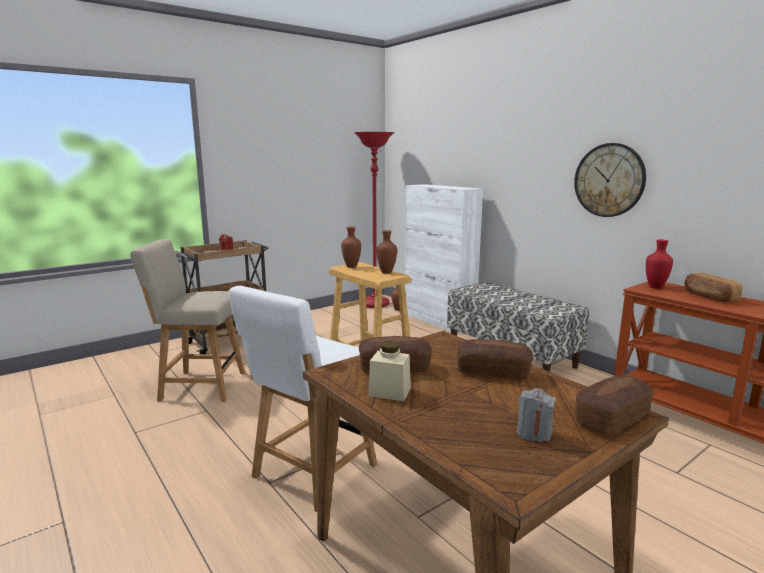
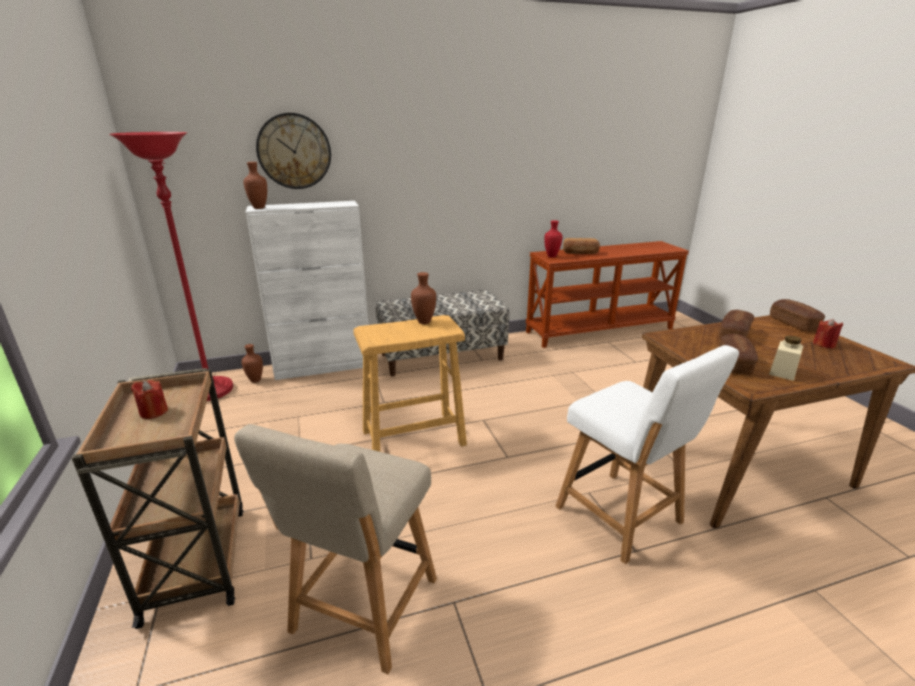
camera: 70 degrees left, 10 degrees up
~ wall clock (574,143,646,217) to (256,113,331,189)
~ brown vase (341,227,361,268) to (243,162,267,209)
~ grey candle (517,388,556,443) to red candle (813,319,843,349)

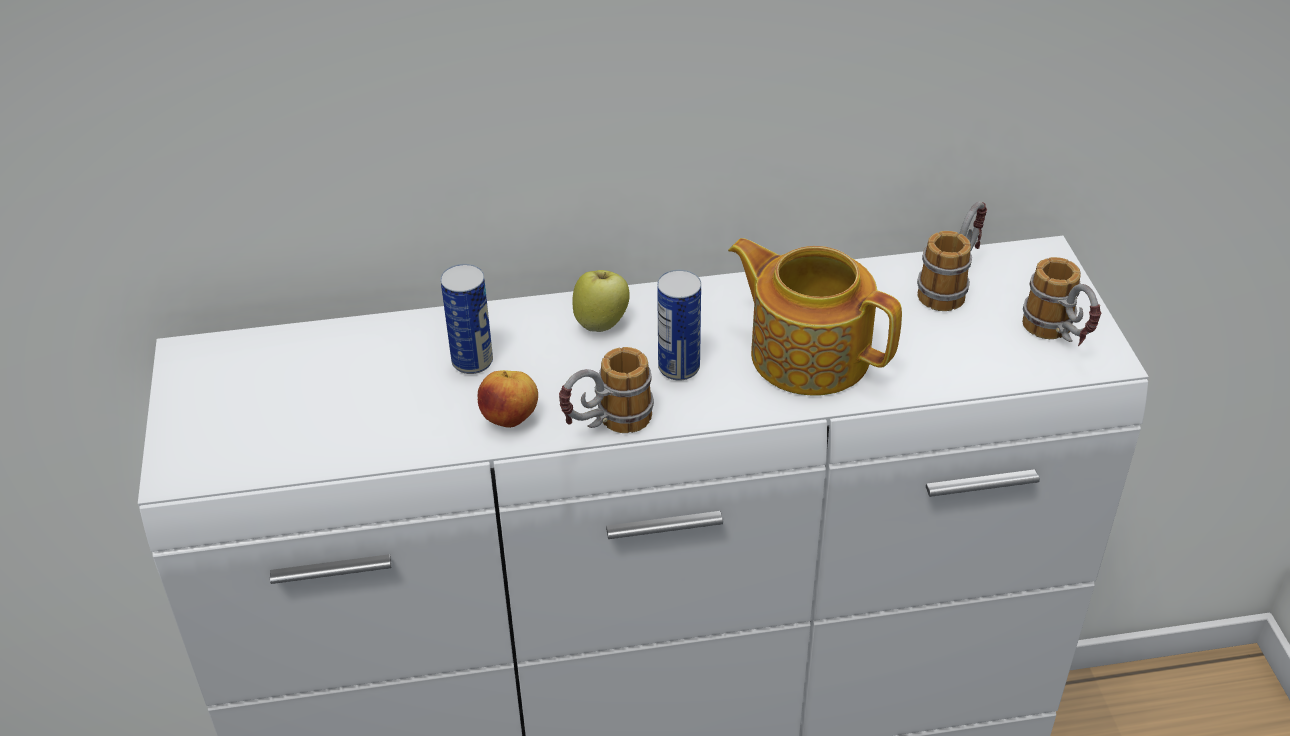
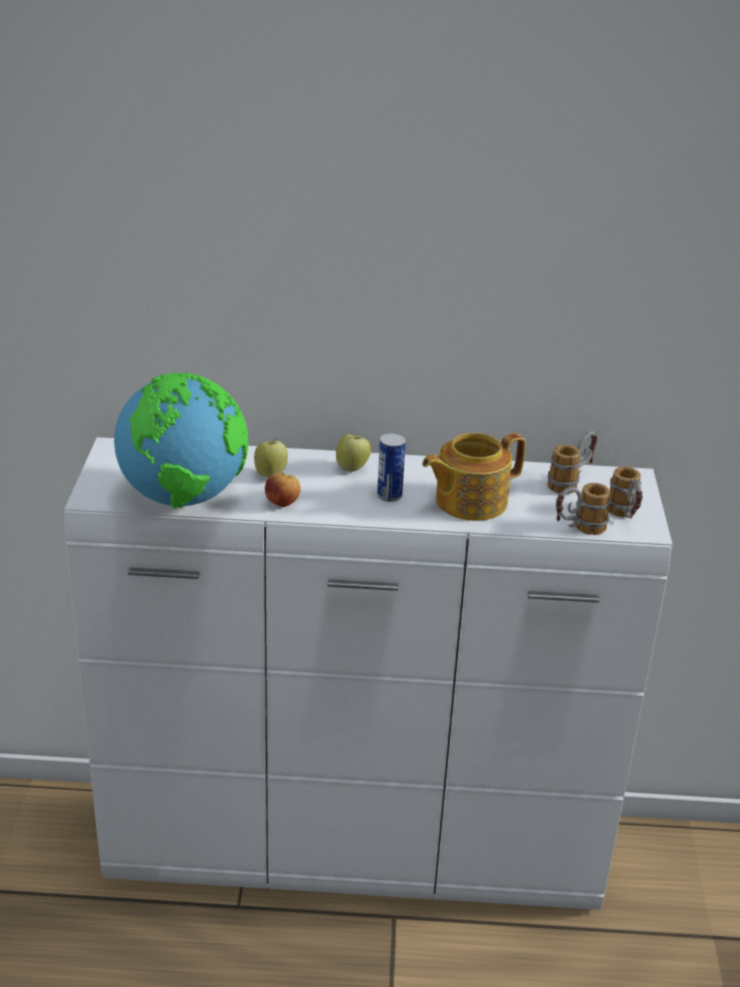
camera: 10 degrees right, 10 degrees down
~ teapot (728,238,902,396) = (422,433,526,521) 75 degrees counterclockwise
~ can (440,264,493,374) to apple (254,438,288,478)
~ mug (559,347,654,433) to (556,483,611,535)
+ globe (114,373,248,509)

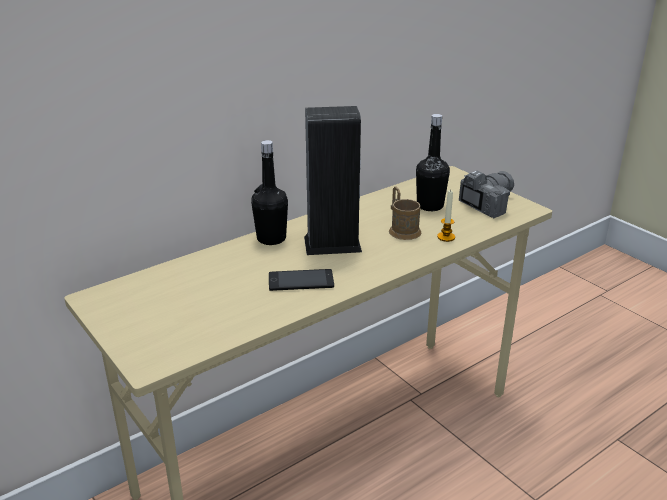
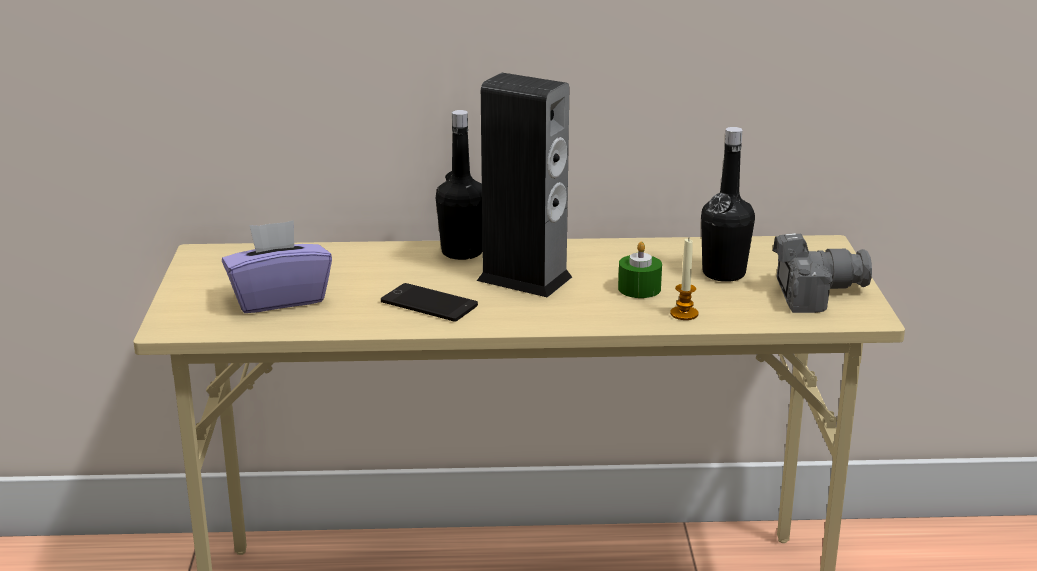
camera: 35 degrees right, 5 degrees down
~ brown mug (389,187,421,240) to green candle (618,241,662,298)
+ purple tissue box (222,220,332,313)

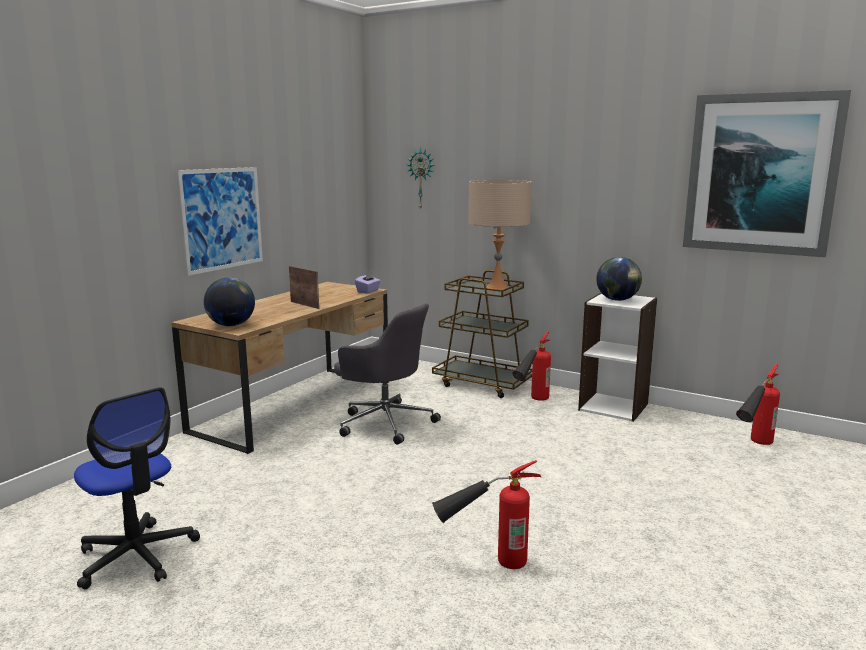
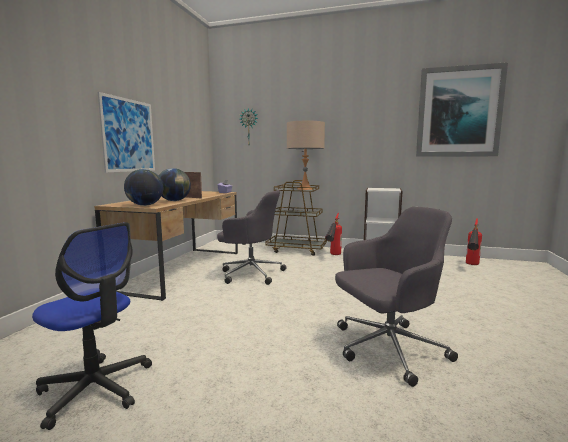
camera: 15 degrees left, 5 degrees down
~ globe (596,257,642,301) to (159,168,191,201)
~ fire extinguisher (432,460,541,569) to grey office chair (335,207,458,387)

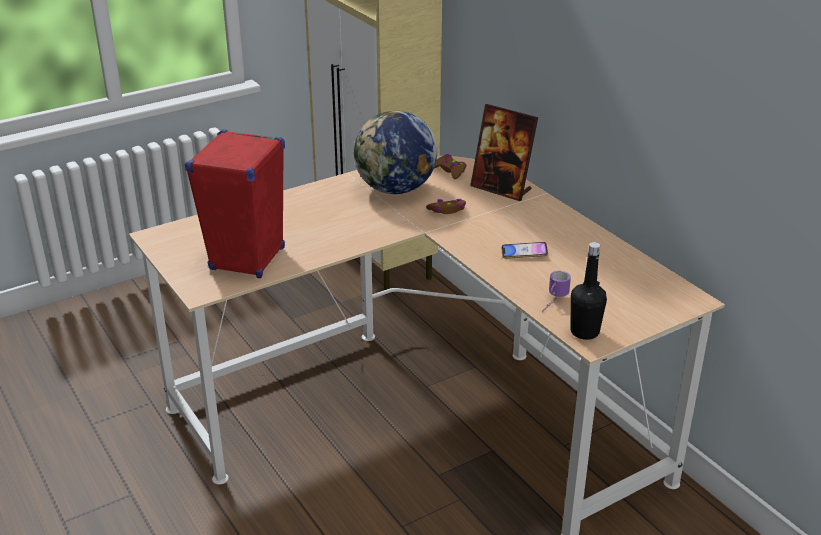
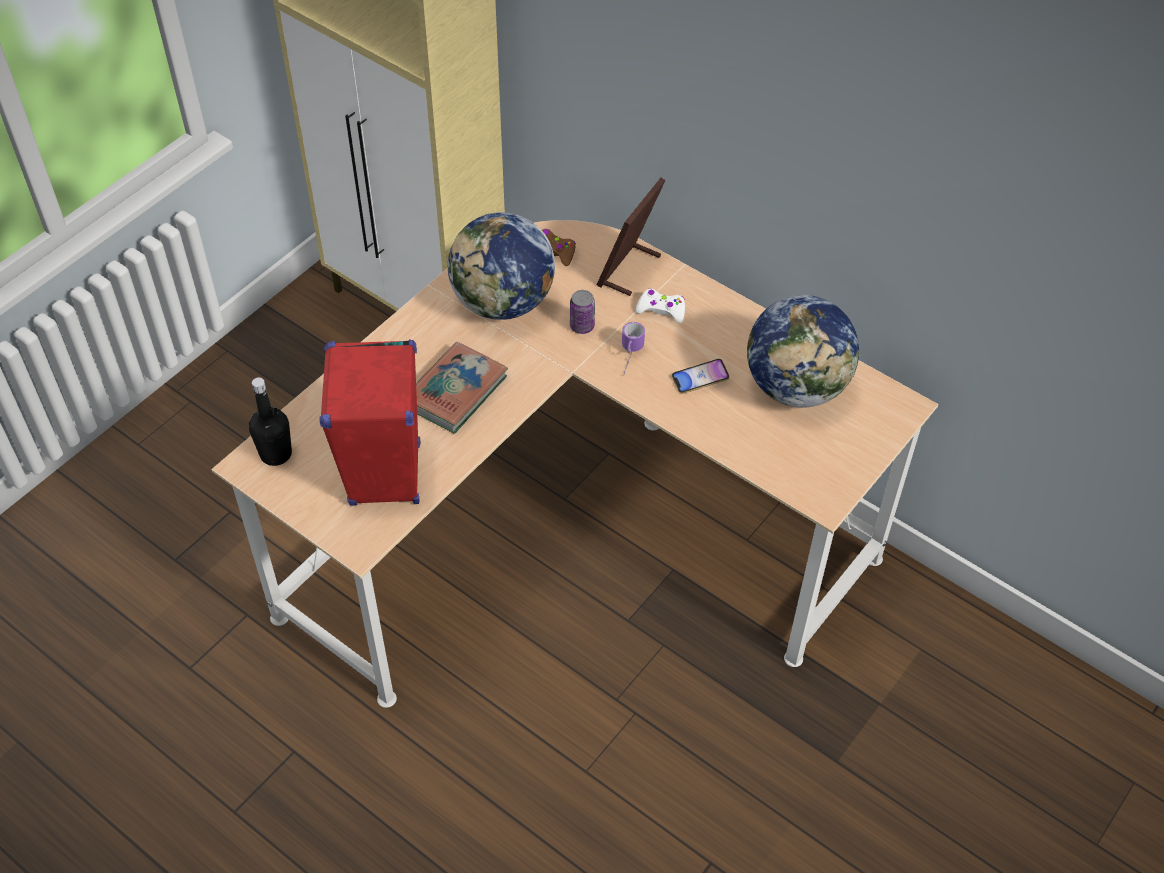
camera: 20 degrees left, 20 degrees up
~ picture frame (470,104,538,201) = (597,178,666,296) 105 degrees clockwise
~ brown game controller (426,199,466,214) to can (570,290,595,334)
~ black bottle (570,242,607,340) to (249,377,292,466)
~ mug (542,271,571,312) to (622,322,645,376)
+ white game controller (636,289,685,323)
+ globe (747,295,859,408)
+ book (416,342,508,434)

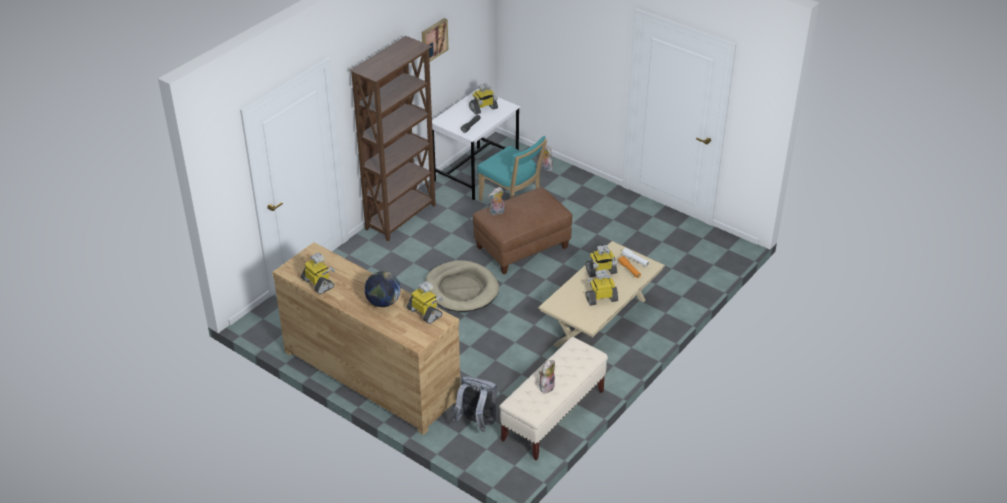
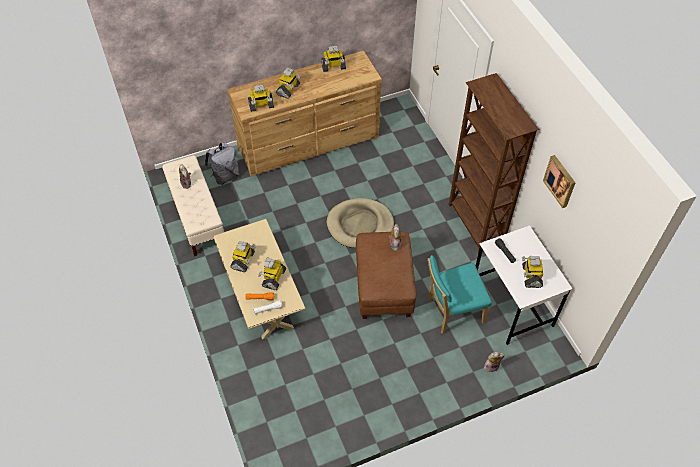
camera: 120 degrees right, 15 degrees up
~ globe (364,271,401,307) to toy robot (276,67,301,99)

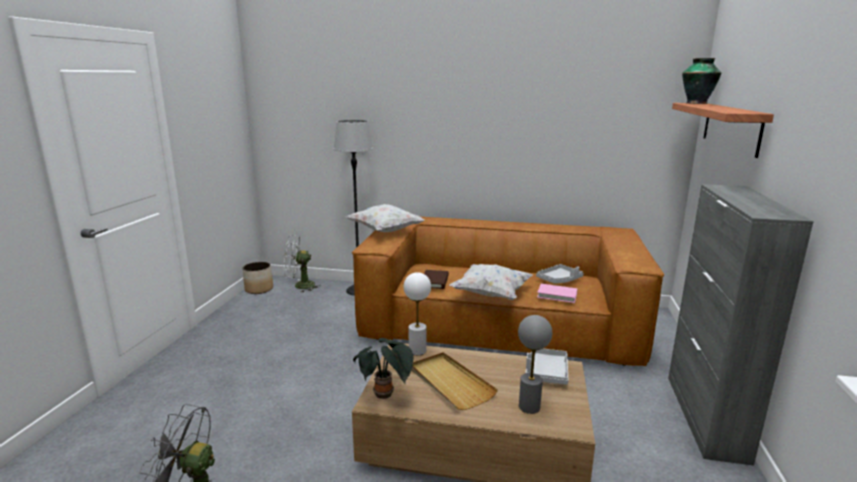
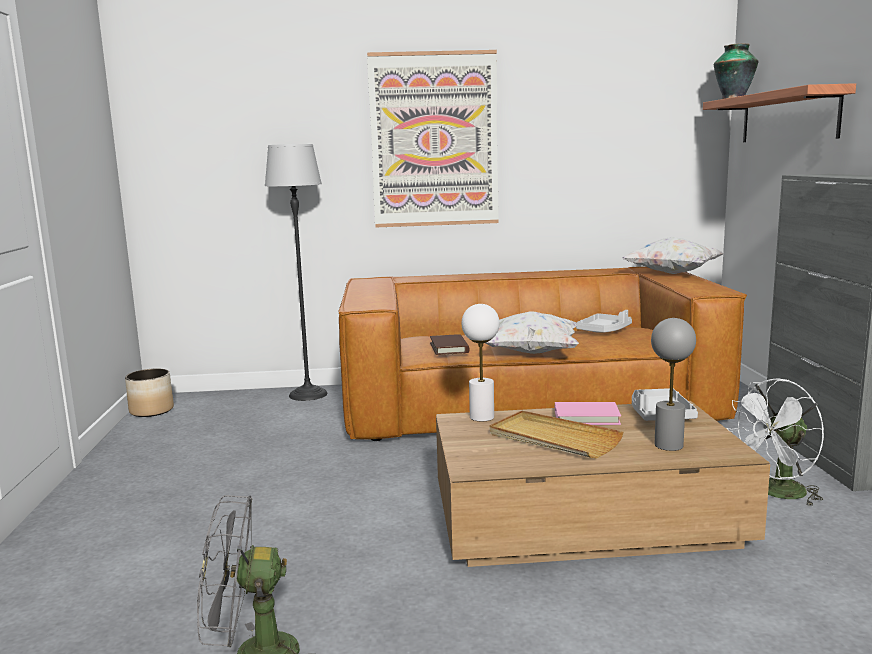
camera: 15 degrees left, 5 degrees down
~ white pillow (346,204,425,232) to (622,237,724,274)
~ white fan (284,235,321,292) to (727,378,824,507)
~ pink book (537,284,577,303) to (555,402,621,425)
- potted plant (353,338,413,399)
+ picture (367,50,499,227)

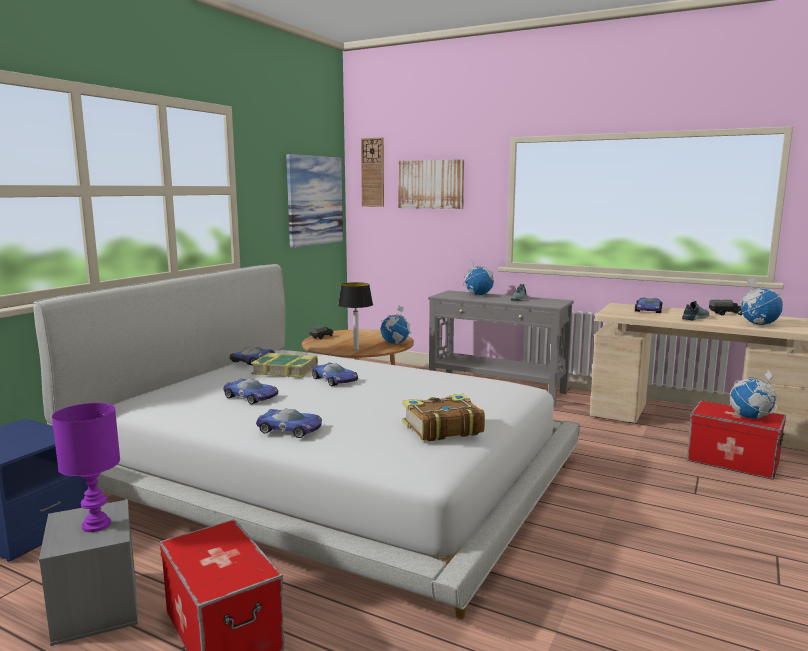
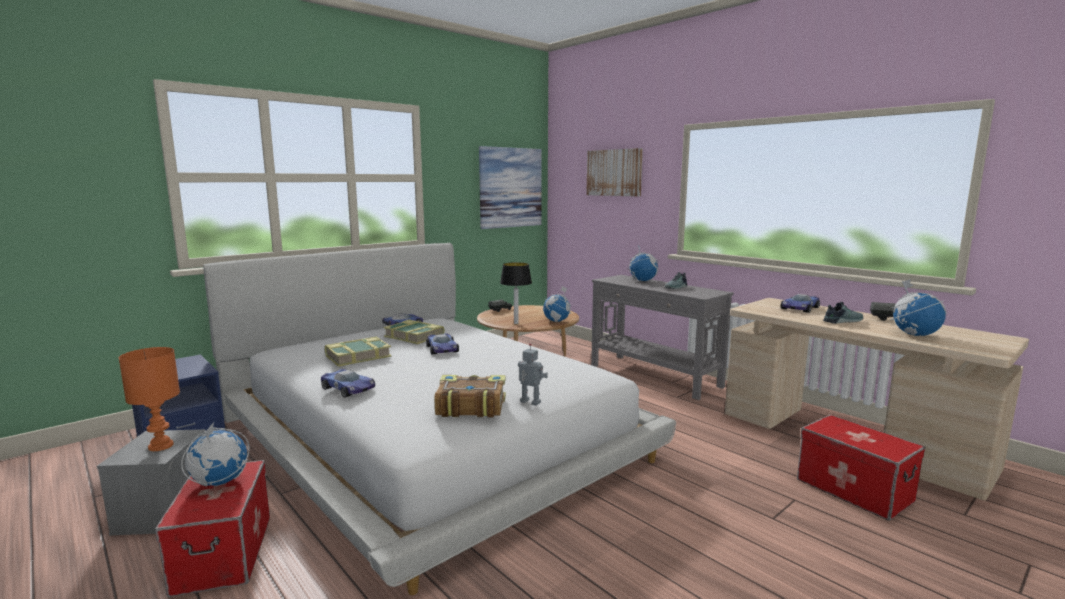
camera: 20 degrees right, 0 degrees up
- wall clock (361,137,384,207)
~ globe (730,370,777,419) to (181,422,250,486)
~ toy car (223,379,278,404) to book (325,337,392,367)
~ purple table lamp (52,403,120,532) to orange table lamp (119,347,180,451)
+ toy robot (518,343,548,406)

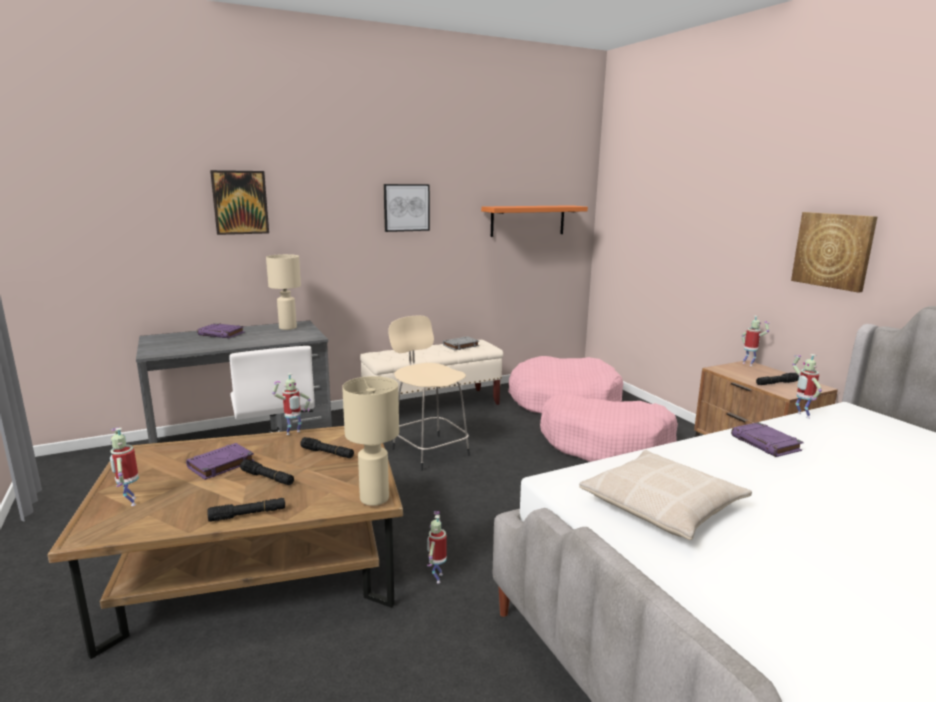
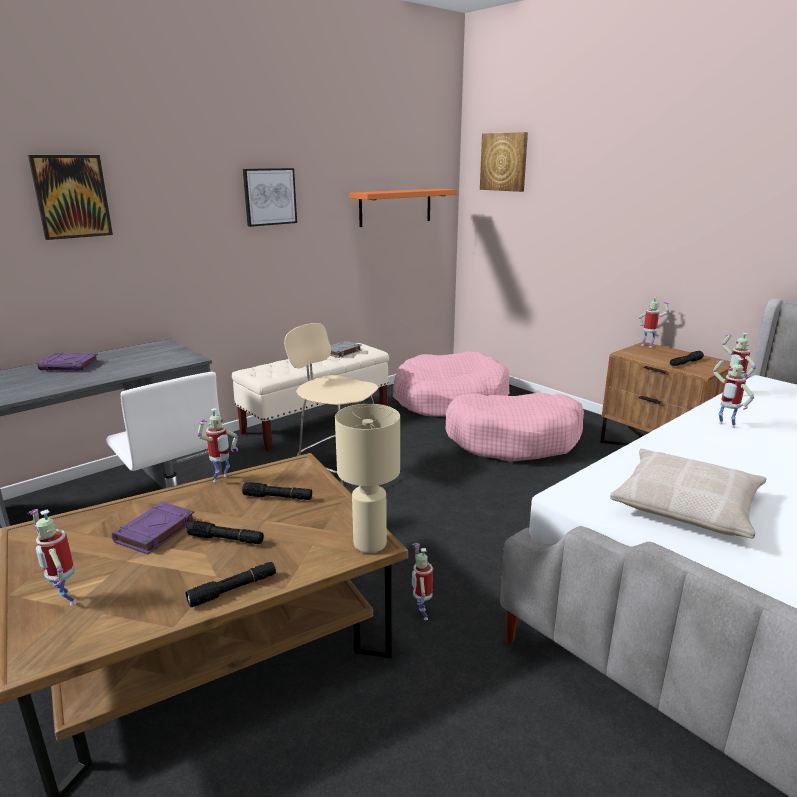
camera: 15 degrees left, 5 degrees up
~ picture (791,212,877,293) to (480,132,528,192)
- beige table lamp (266,254,301,330)
~ purple book (731,422,804,457) to toy robot (713,358,754,428)

